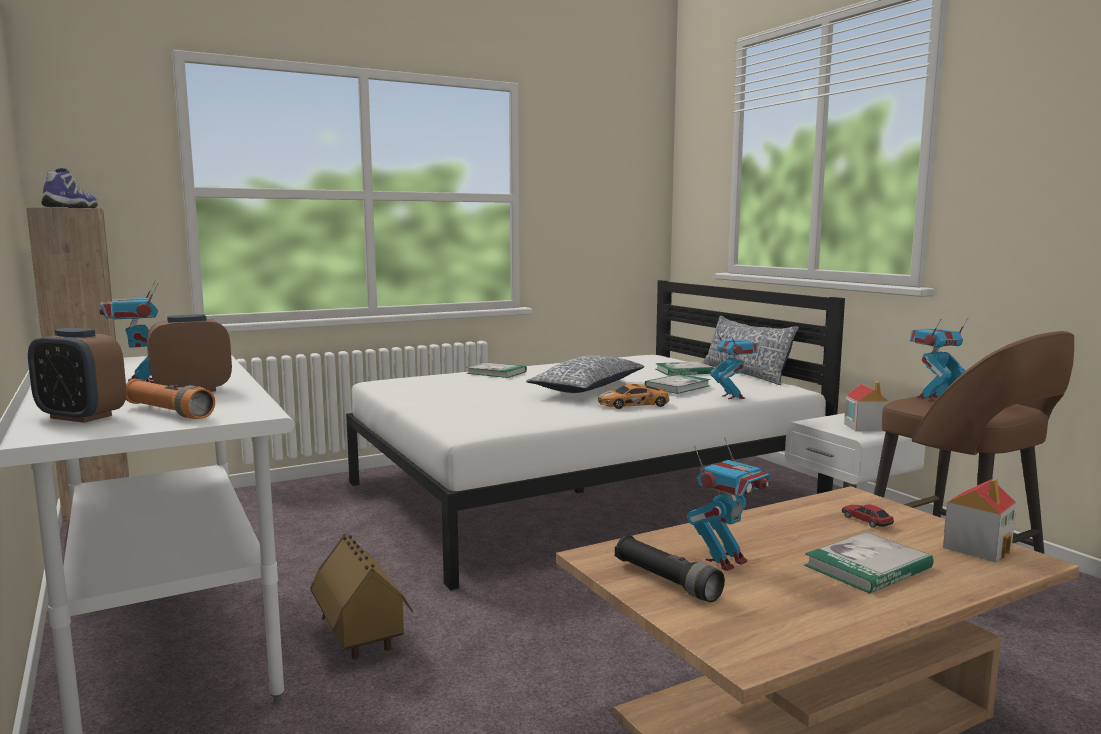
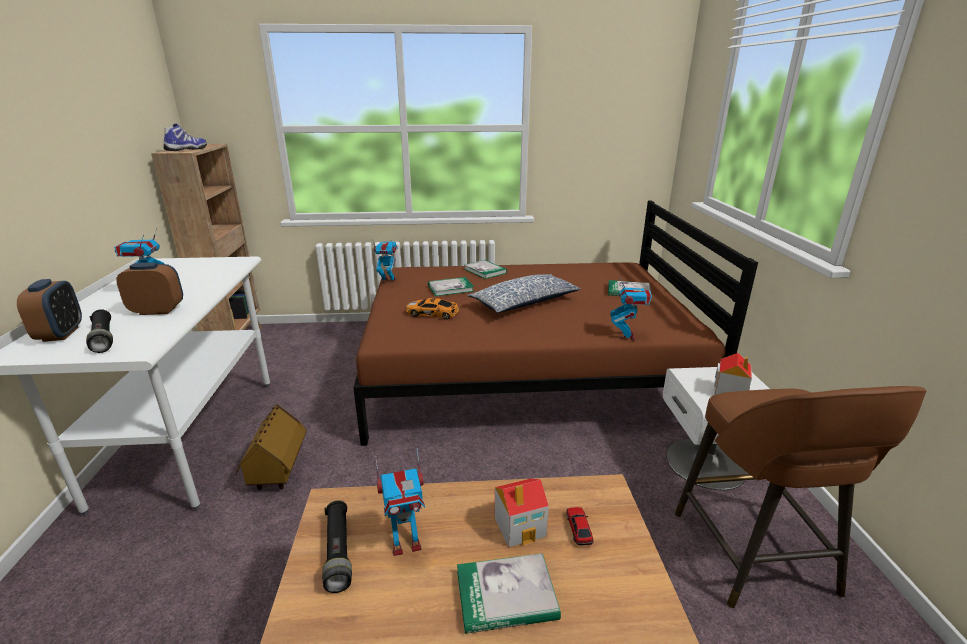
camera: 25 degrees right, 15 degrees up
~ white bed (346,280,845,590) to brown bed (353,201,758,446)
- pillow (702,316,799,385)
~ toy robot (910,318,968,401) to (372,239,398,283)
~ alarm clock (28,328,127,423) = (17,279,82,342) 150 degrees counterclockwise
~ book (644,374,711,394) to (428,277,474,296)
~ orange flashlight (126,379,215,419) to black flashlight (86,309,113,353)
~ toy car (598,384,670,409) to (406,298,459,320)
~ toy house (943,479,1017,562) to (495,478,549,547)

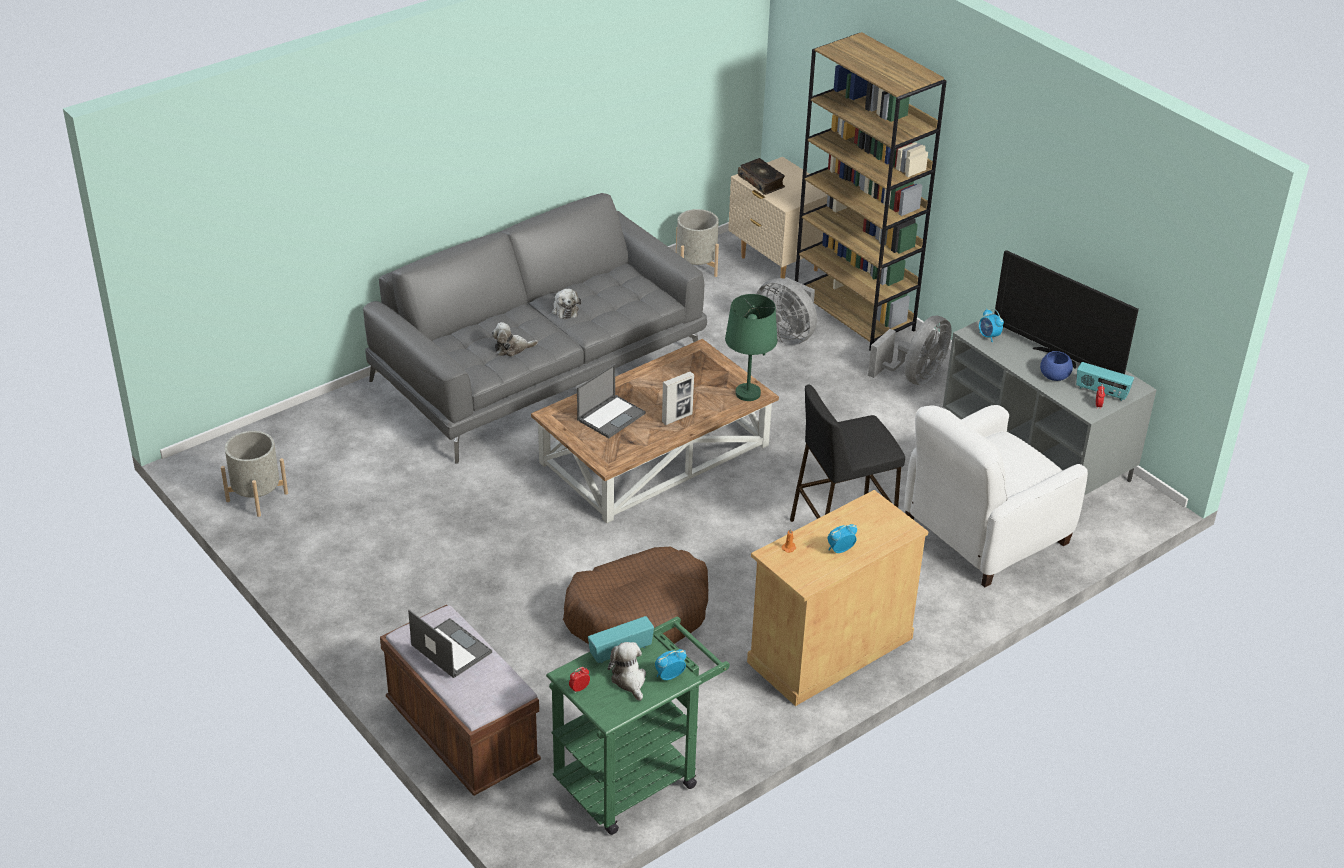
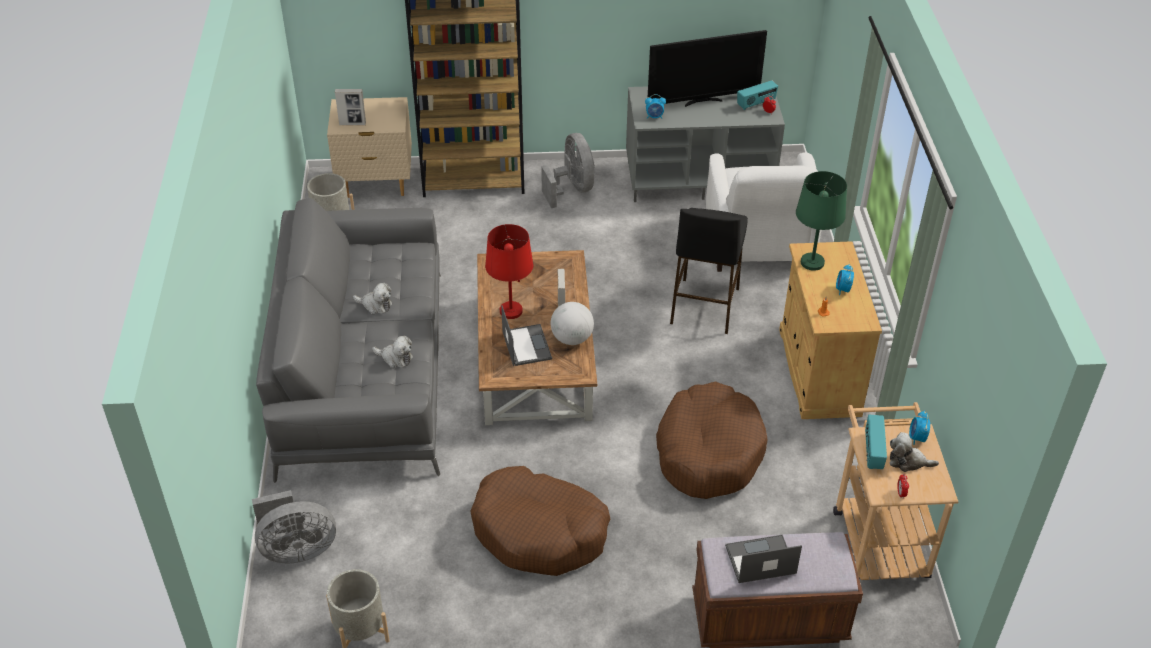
camera: 55 degrees left, 5 degrees up
~ book (738,158,785,195) to picture frame (335,89,366,125)
~ grey fan (756,277,817,345) to (252,490,336,563)
~ green table lamp (725,294,777,401) to (796,171,847,271)
~ plush toy (492,322,538,357) = (372,336,413,368) 90 degrees counterclockwise
- blue bowl (1040,351,1073,381)
~ green cart (546,617,730,835) to beige cart (833,402,958,580)
+ red table lamp (485,224,533,319)
+ globe (551,302,594,345)
+ brown dog bed (471,466,610,576)

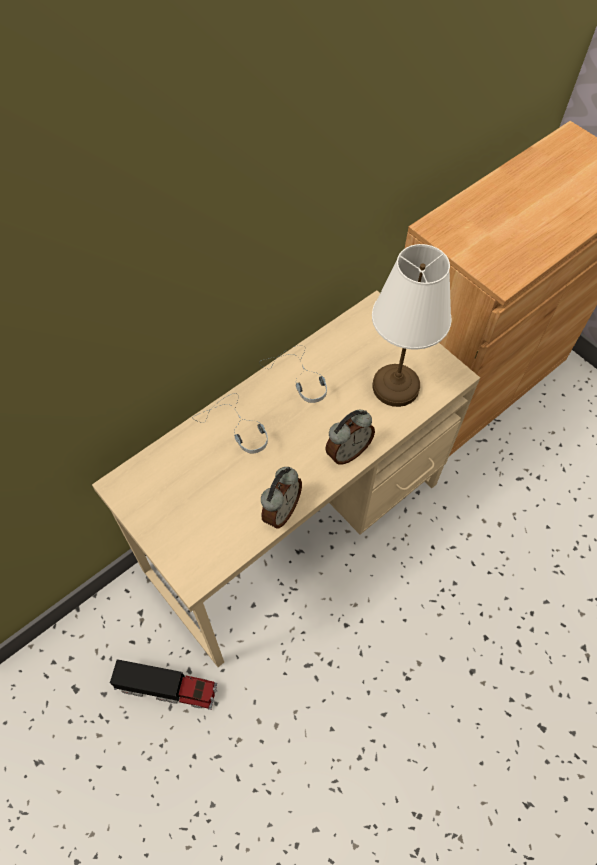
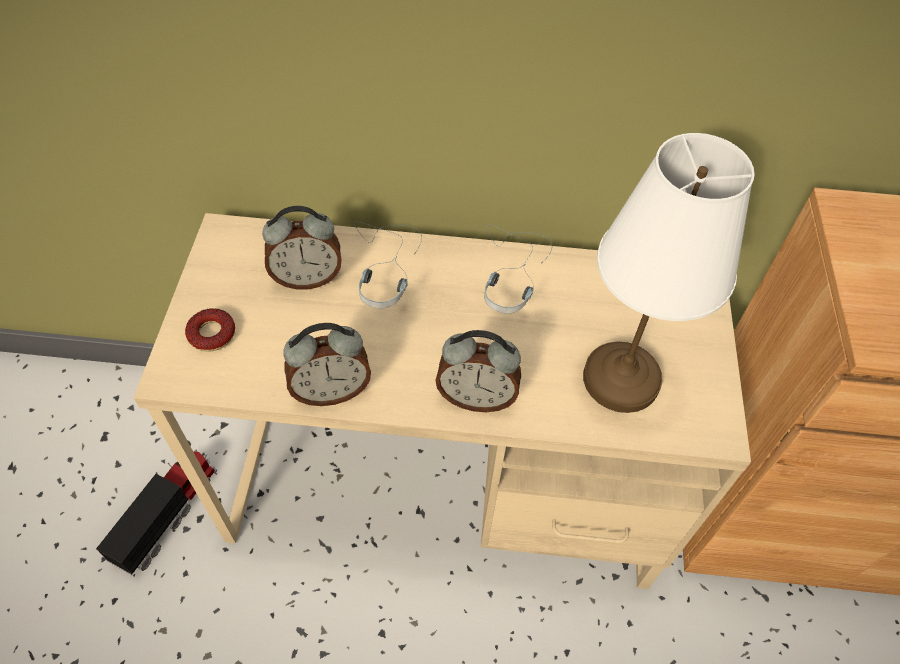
camera: 45 degrees right, 5 degrees down
~ toy truck (110,659,217,710) = (96,449,218,576) 120 degrees counterclockwise
+ alarm clock (262,206,342,290)
+ donut (185,308,235,351)

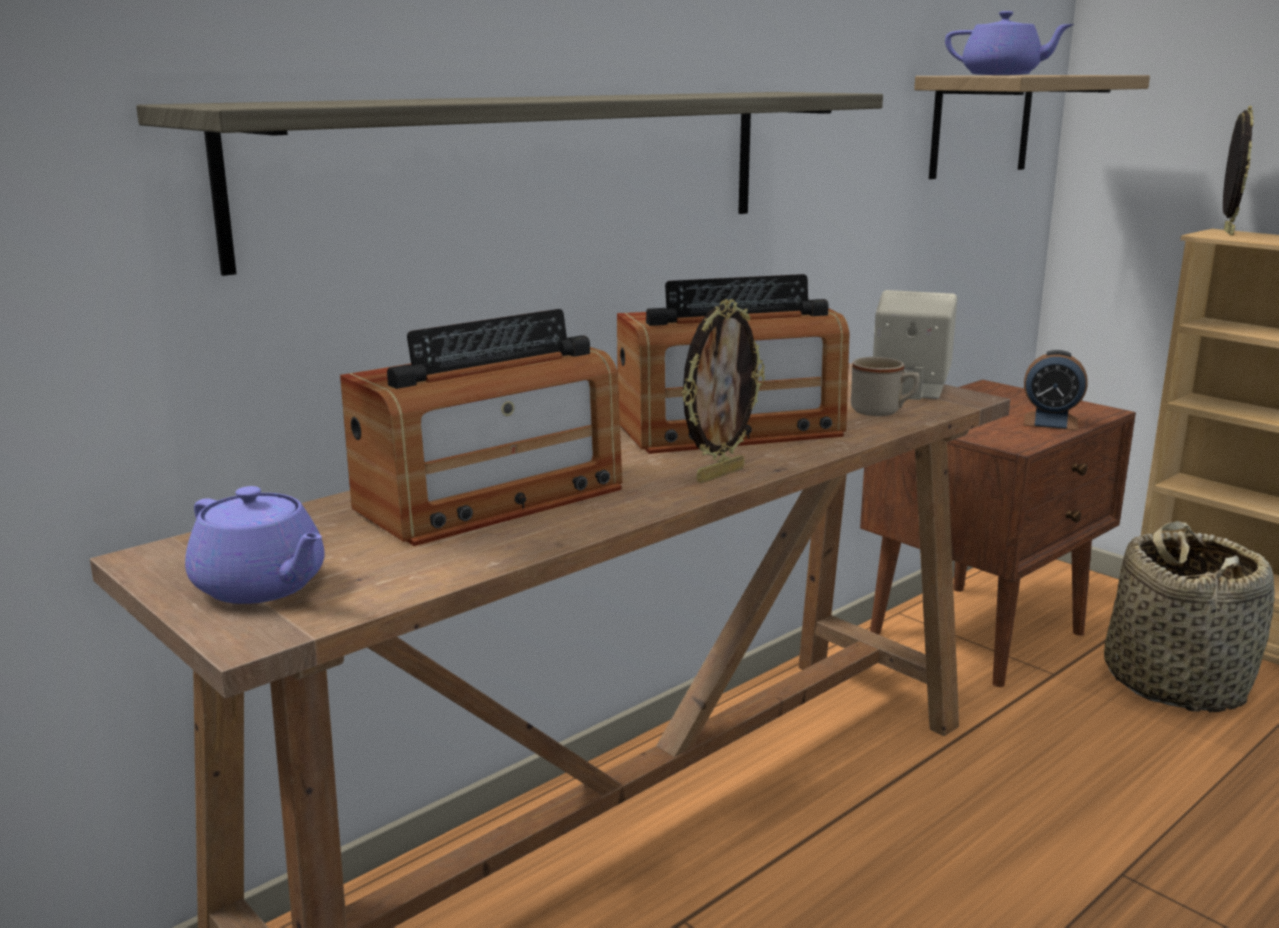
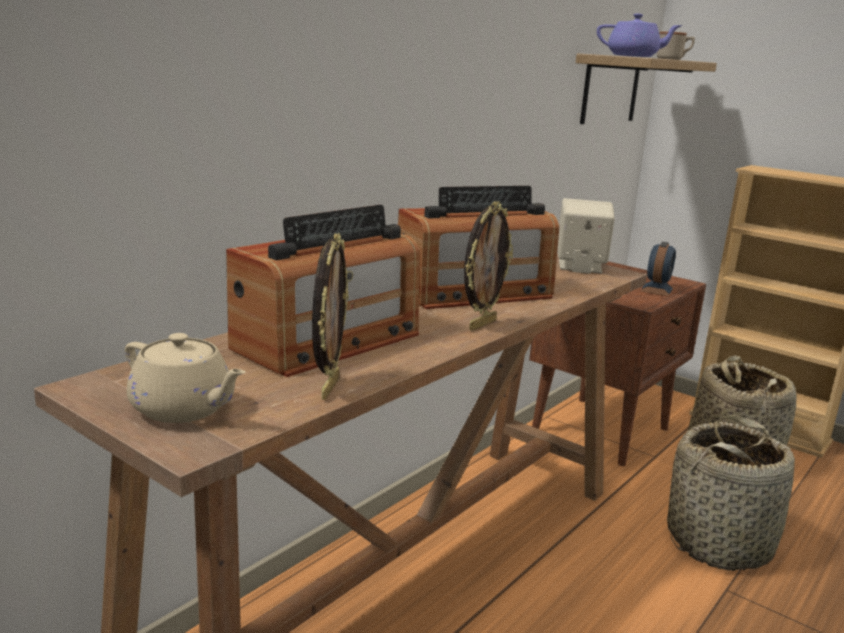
camera: 10 degrees left, 0 degrees up
- shelf (136,92,883,276)
~ picture frame (1223,106,1254,236) to (312,233,348,400)
~ alarm clock (1023,350,1087,431) = (641,242,676,296) 75 degrees counterclockwise
~ beige mug (851,357,920,416) to (657,31,695,60)
~ purple teapot (185,486,325,604) to beige teapot (125,333,246,423)
+ basket (667,415,795,571)

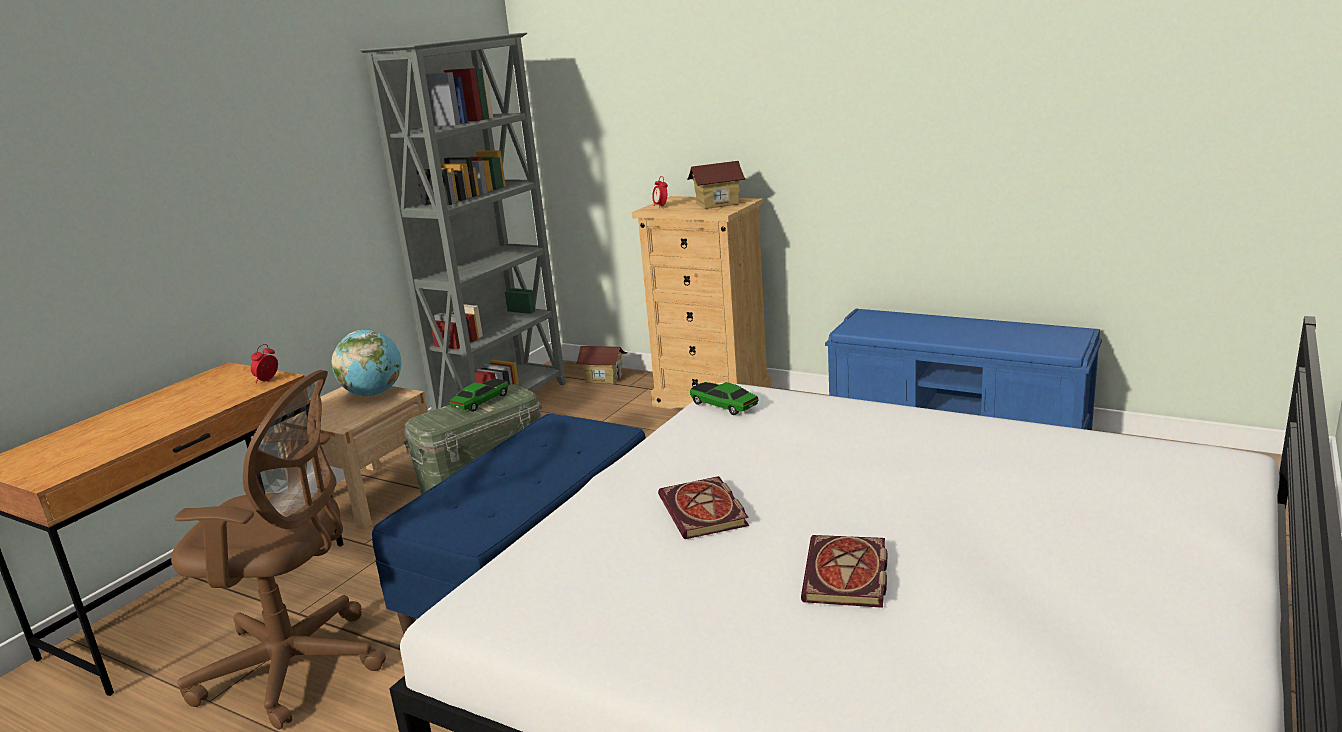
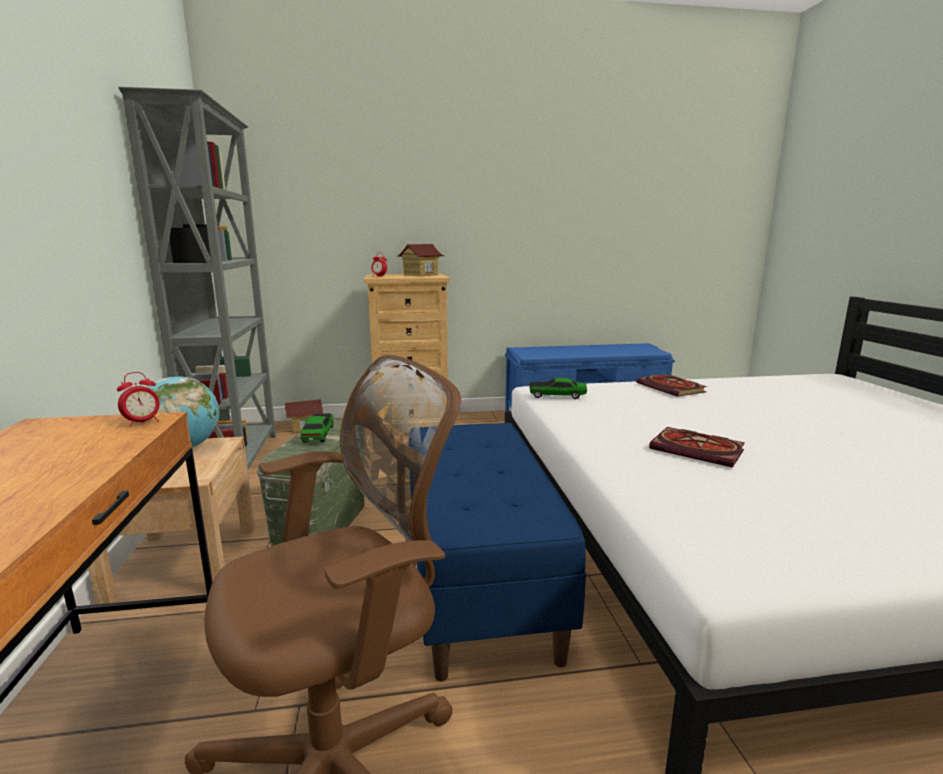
camera: 40 degrees left, 5 degrees down
~ alarm clock (251,344,278,383) = (117,372,160,427) 120 degrees counterclockwise
~ book (801,535,888,608) to (636,374,707,397)

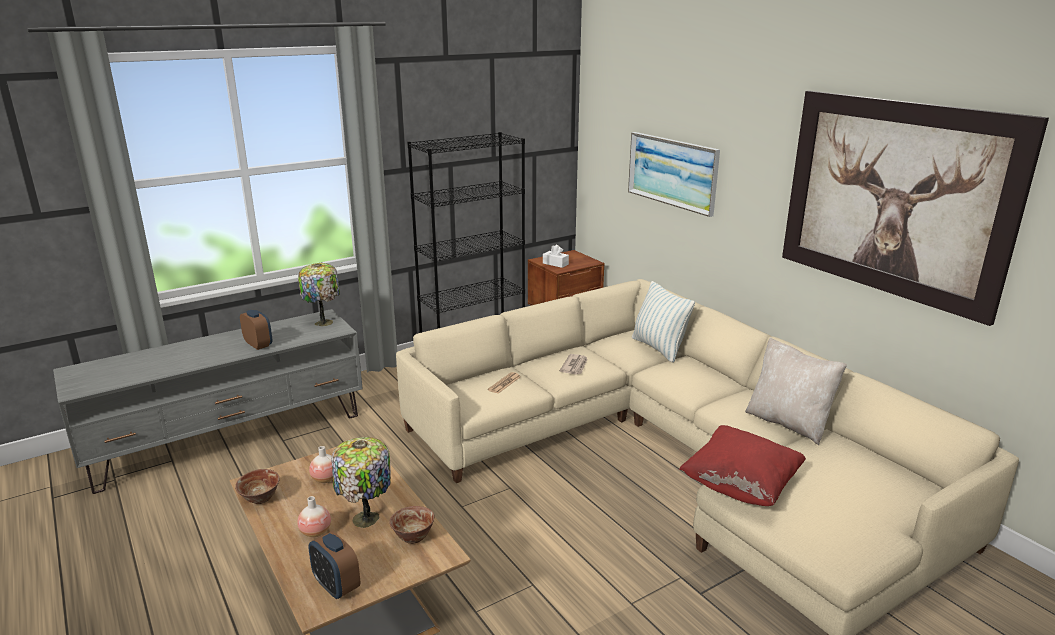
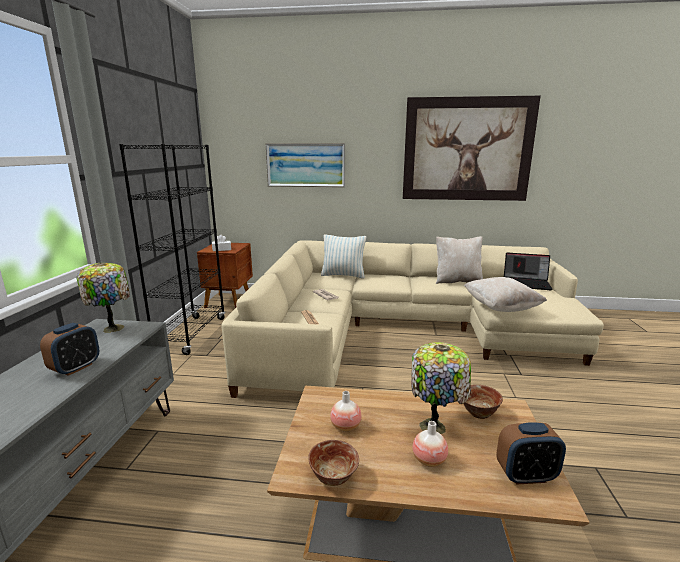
camera: 50 degrees left, 5 degrees down
~ alarm clock (240,310,272,350) = (40,323,99,376) 120 degrees clockwise
~ red pillow (679,425,806,506) to beige pillow (464,277,547,312)
+ laptop (504,253,552,290)

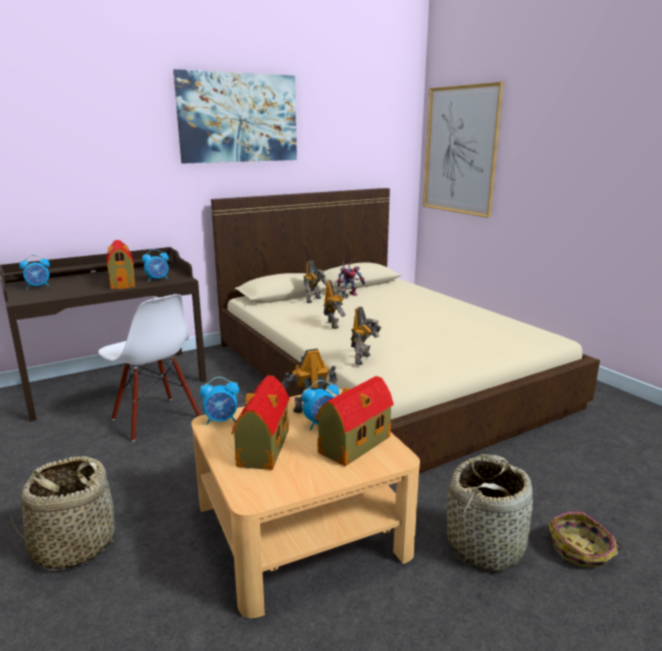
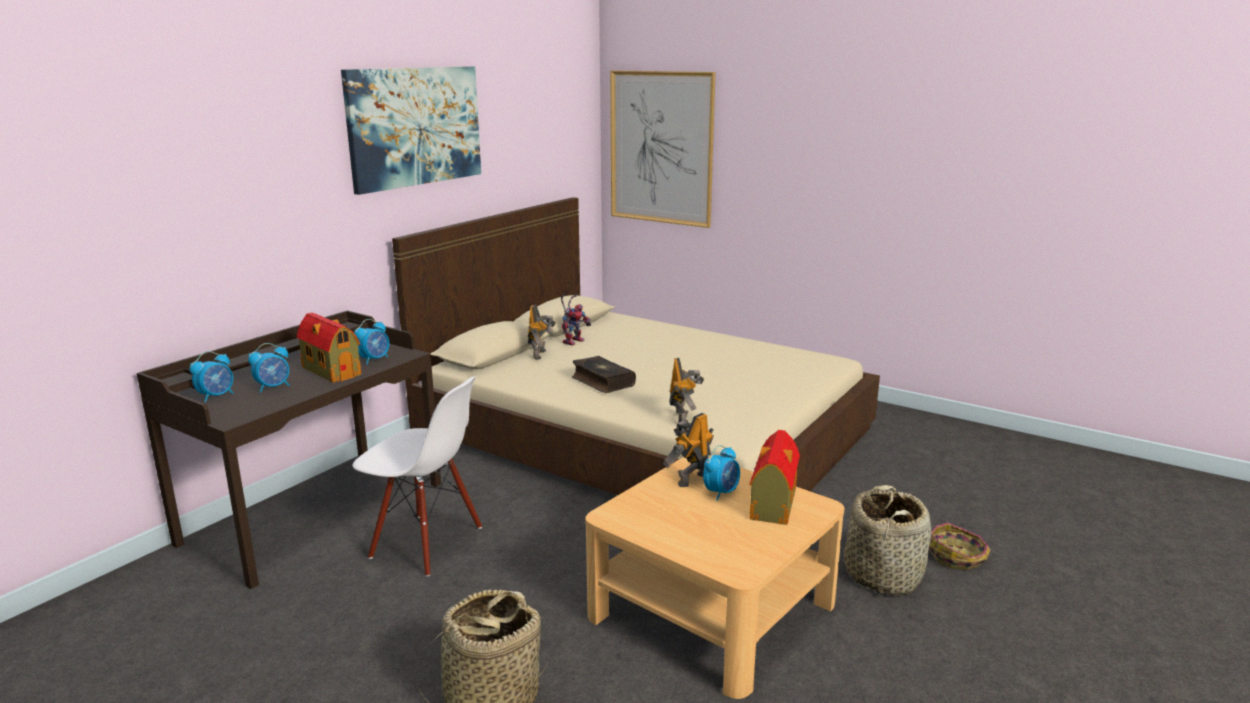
camera: 25 degrees left, 0 degrees up
~ toy robot (323,280,349,329) to book (572,356,636,393)
- toy house (232,375,290,470)
~ alarm clock (200,377,239,425) to (248,343,290,392)

